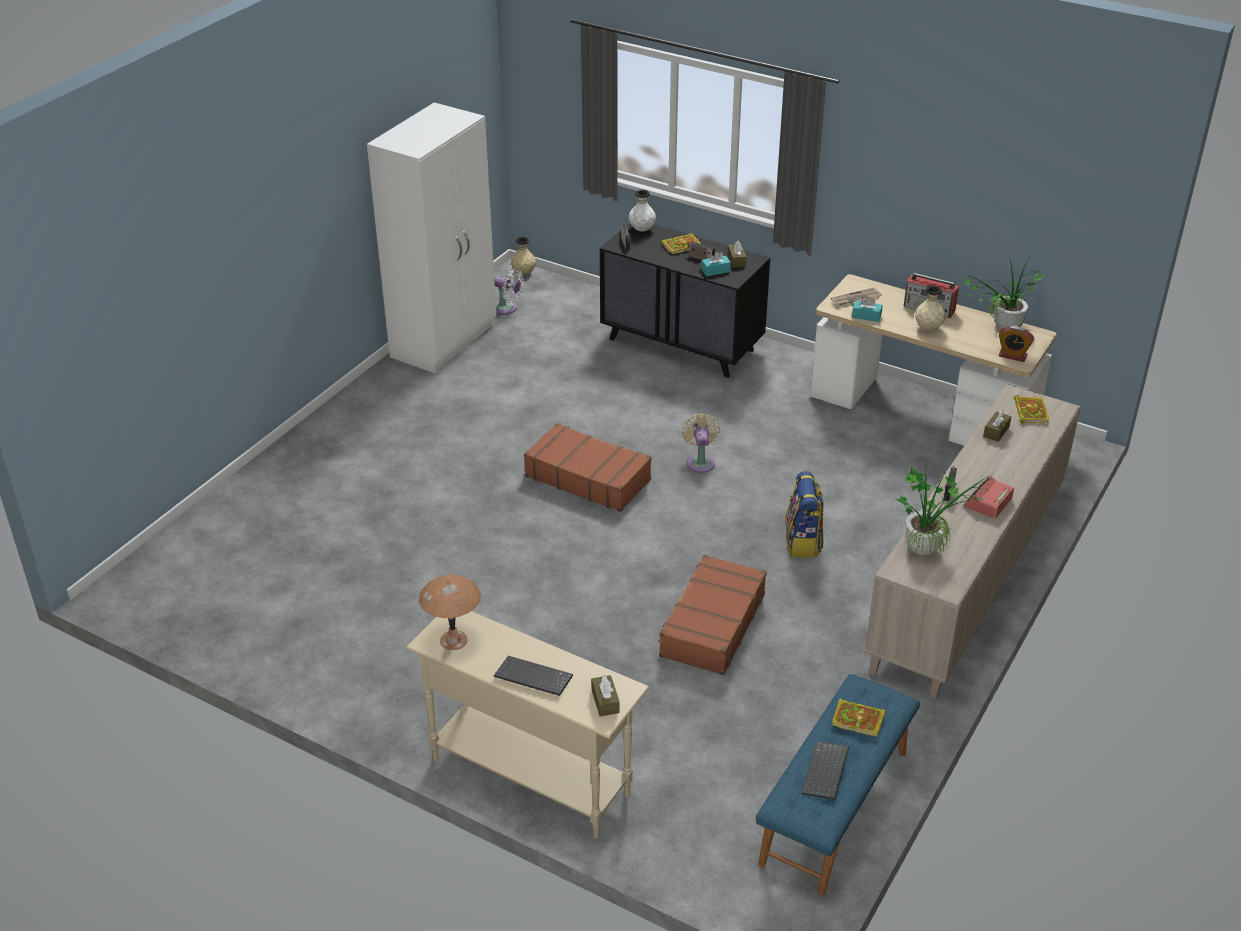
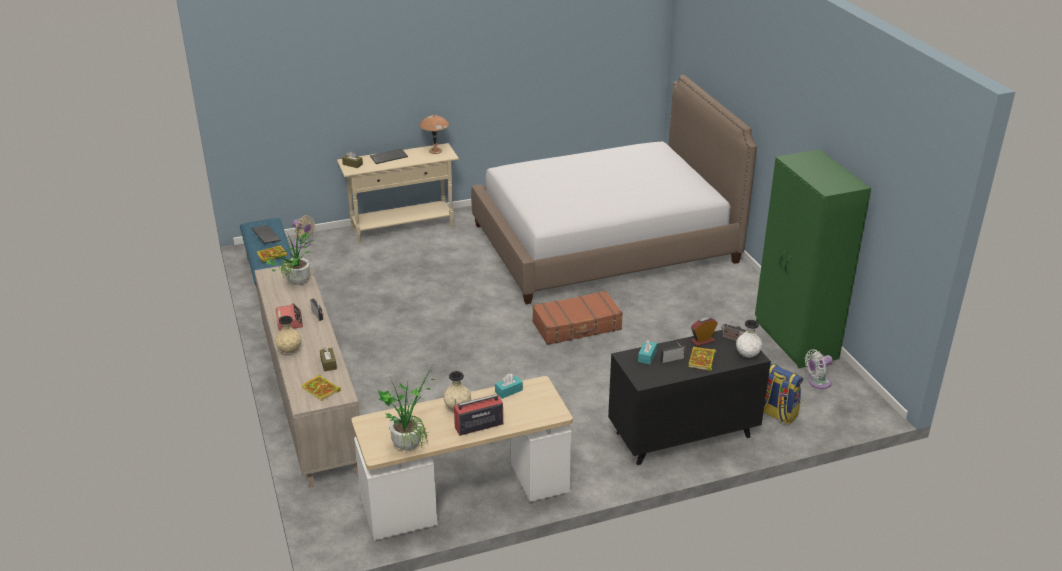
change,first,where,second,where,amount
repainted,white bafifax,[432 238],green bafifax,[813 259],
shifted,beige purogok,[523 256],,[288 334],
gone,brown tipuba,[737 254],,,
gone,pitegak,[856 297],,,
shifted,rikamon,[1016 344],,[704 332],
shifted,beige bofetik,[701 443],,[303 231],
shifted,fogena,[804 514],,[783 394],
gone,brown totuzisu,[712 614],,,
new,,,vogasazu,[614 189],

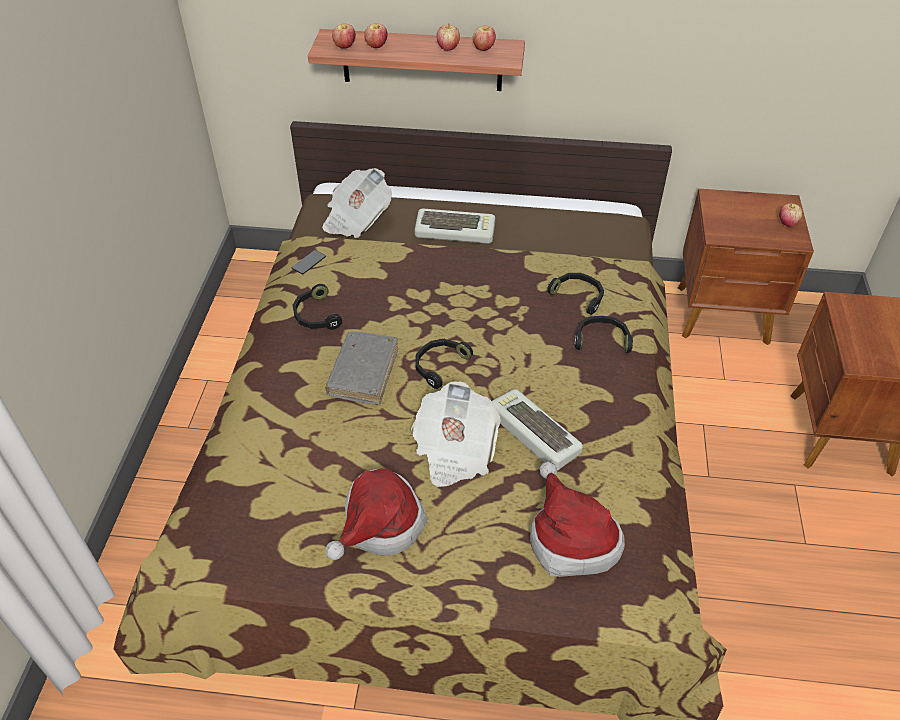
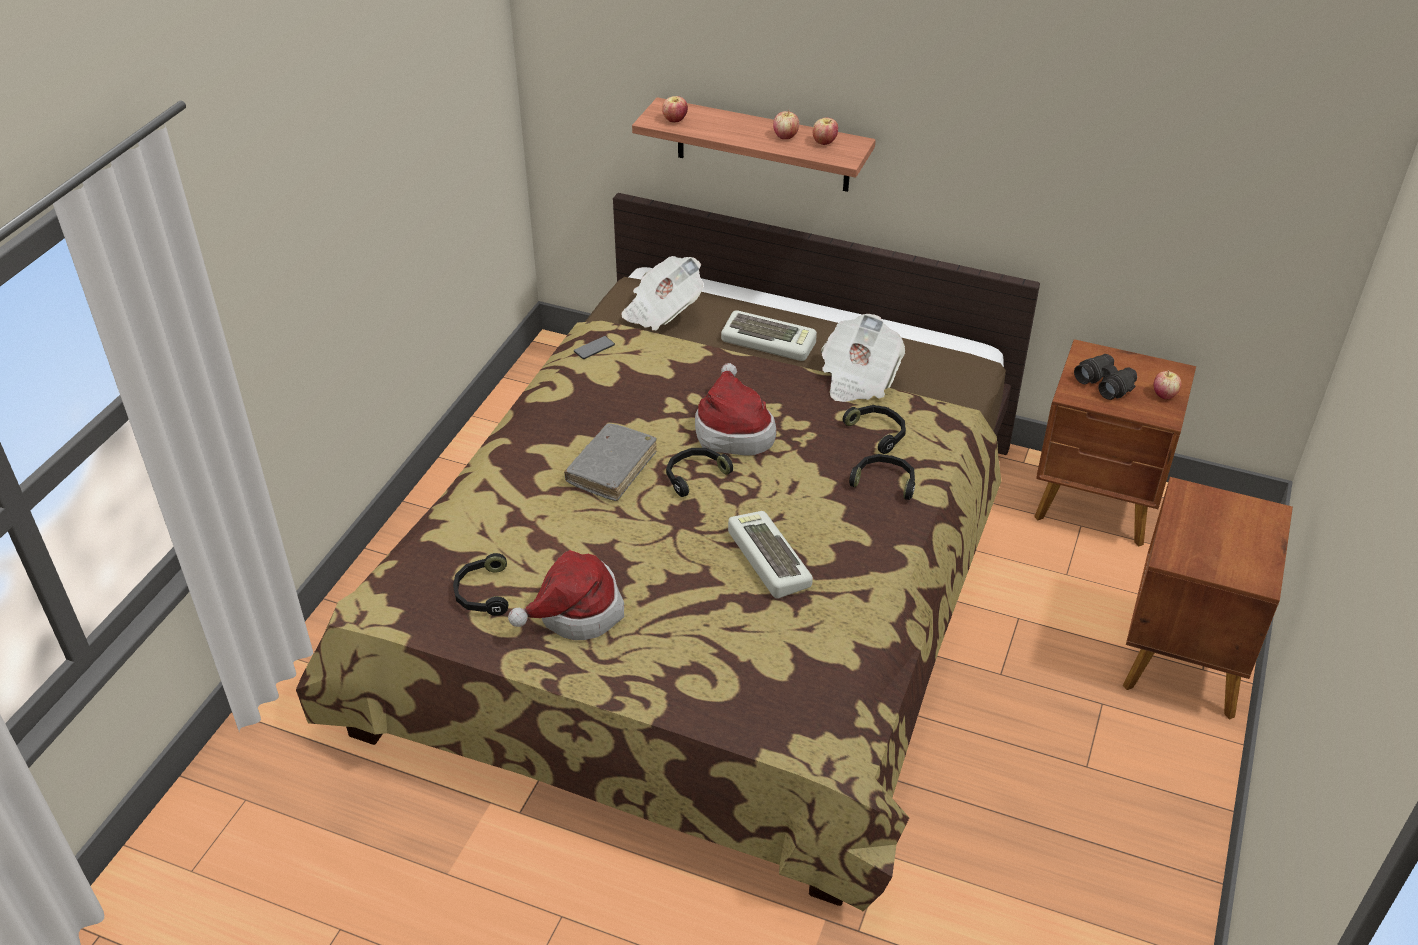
change,first,where,second,where,amount
gone,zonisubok,[376 35],,,
shifted,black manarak,[317 307],,[480 584],
shifted,pitegak,[456 434],,[863 358],
shifted,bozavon,[577 519],,[736 409],
new,,,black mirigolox,[1105 377],

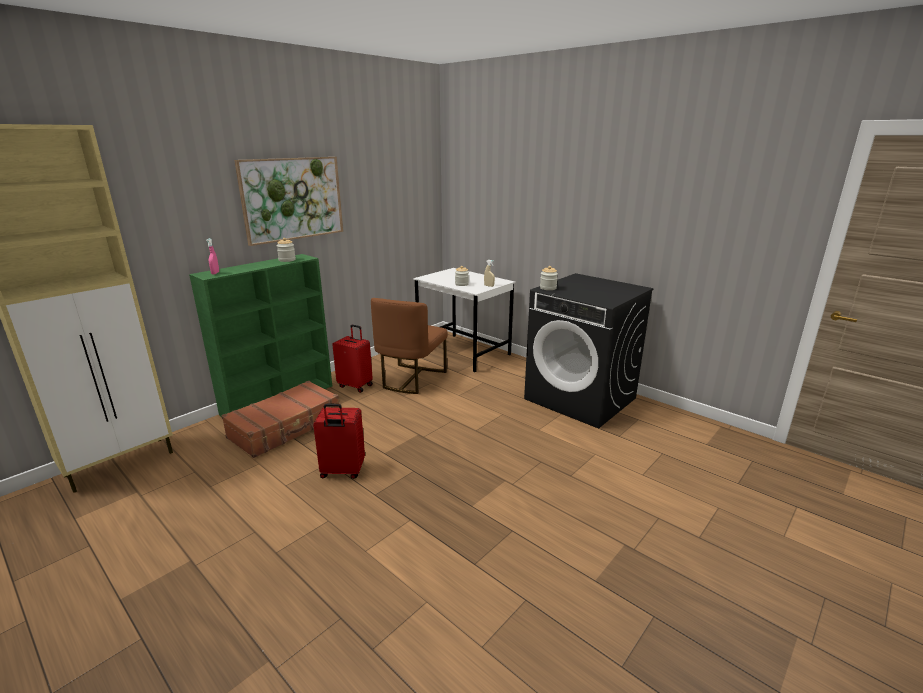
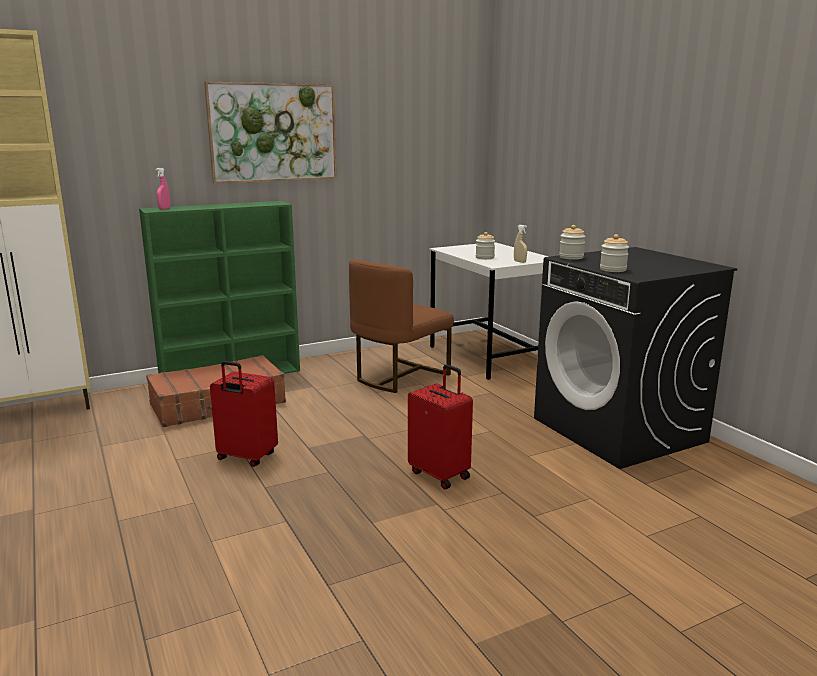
change,first,where,second,where,amount
shifted,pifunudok,[286 250],,[614 253],
shifted,red totuzisu,[352 359],,[440 426],

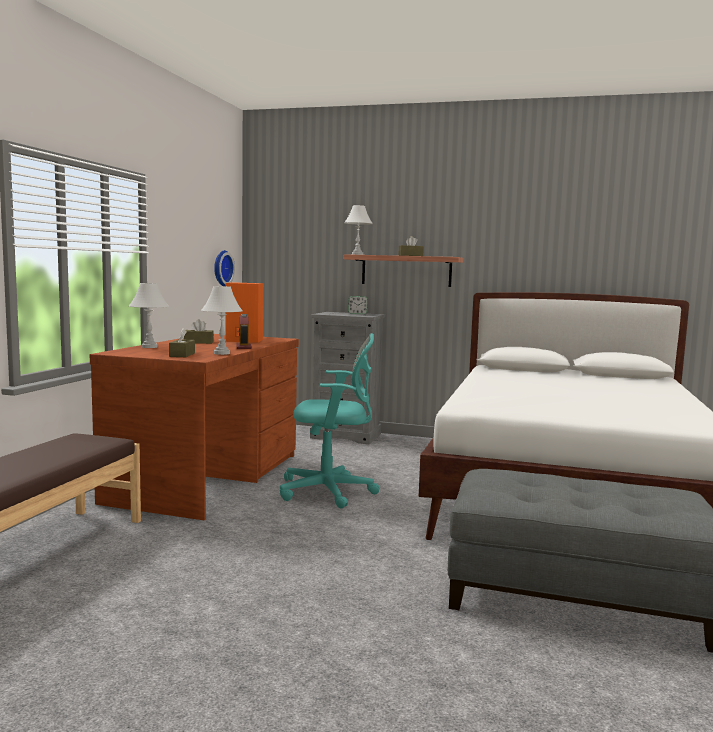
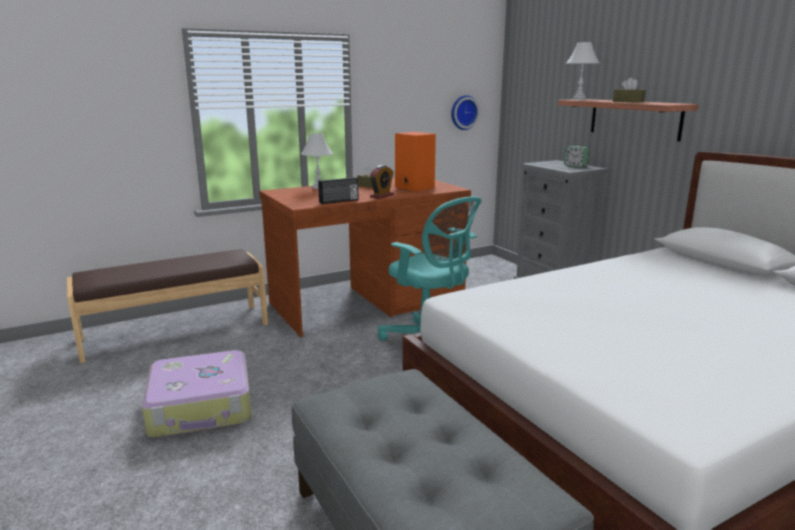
change,first,where,second,where,amount
swapped,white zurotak,[221 320],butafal,[338 190],
gone,brown tipuba,[182 342],,,
new,,,totuzisu,[197 394],

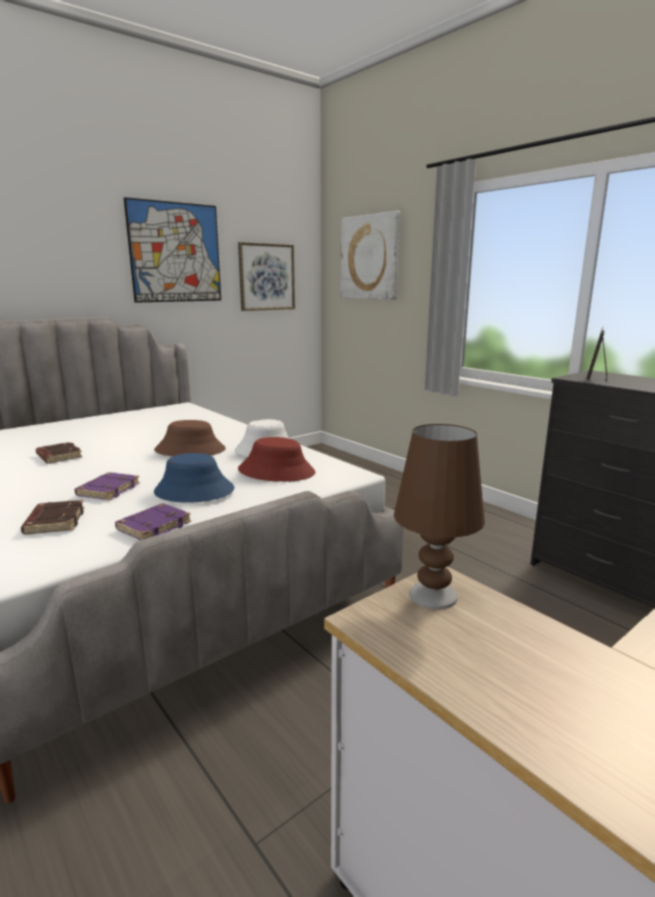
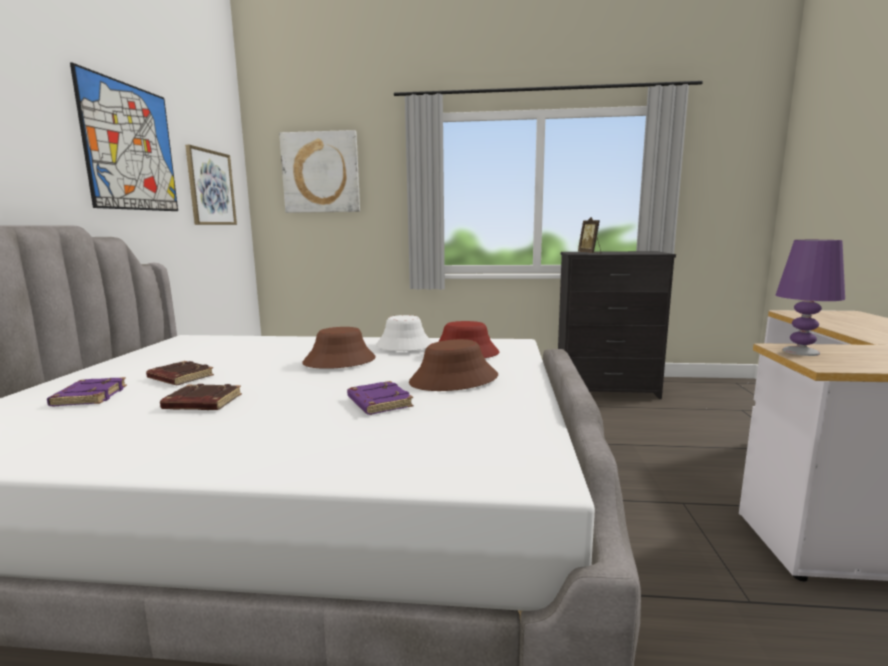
change,first,where,second,where,amount
repainted,brown zurotak,[439 517],purple zurotak,[810 298],
repainted,blue bozavon,[194 478],brown bozavon,[453 365],
shifted,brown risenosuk,[53 517],,[180 373],
shifted,purple risenosuk,[153 521],,[87 391],

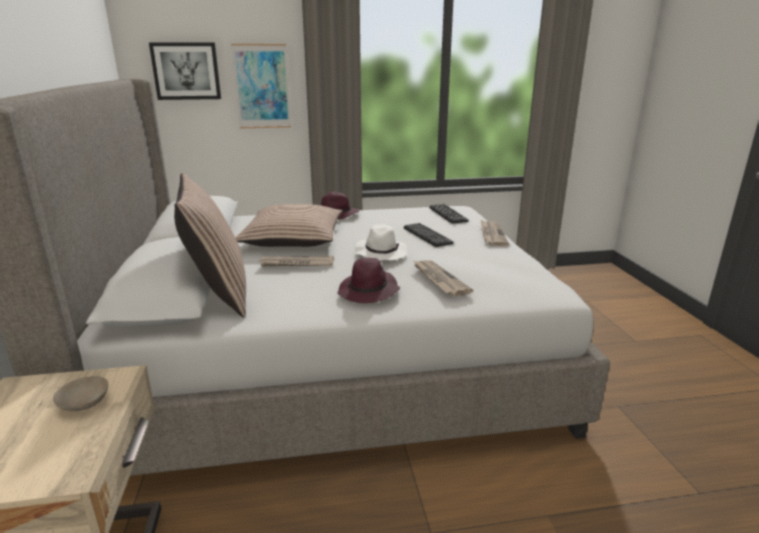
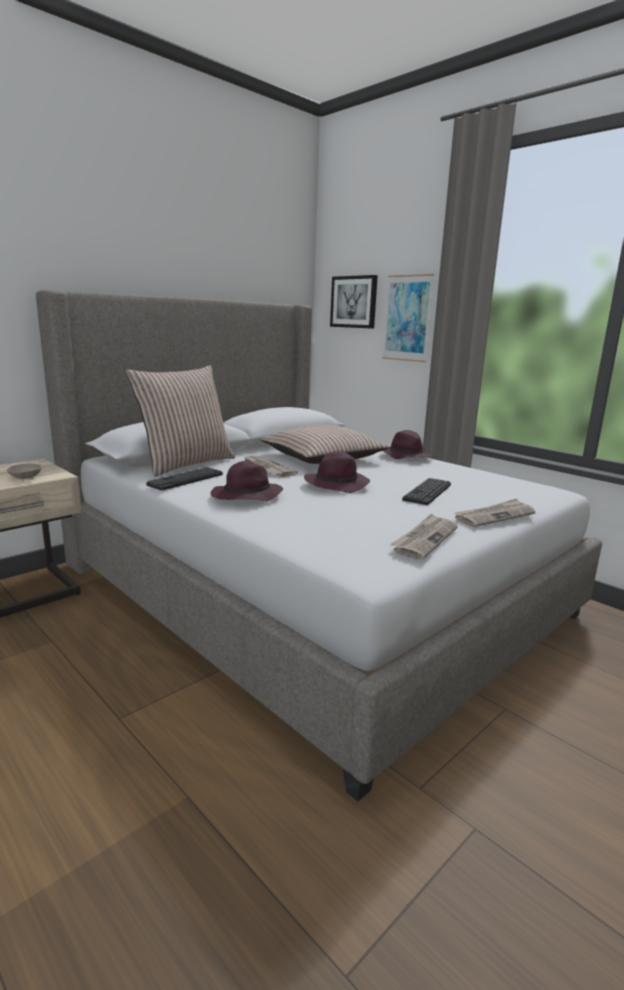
change,first,where,second,where,amount
shifted,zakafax,[449 213],,[184 479],
repainted,white bozavon,[381 242],purple bozavon,[337 472],
shifted,pitegak,[443 278],,[424 536],

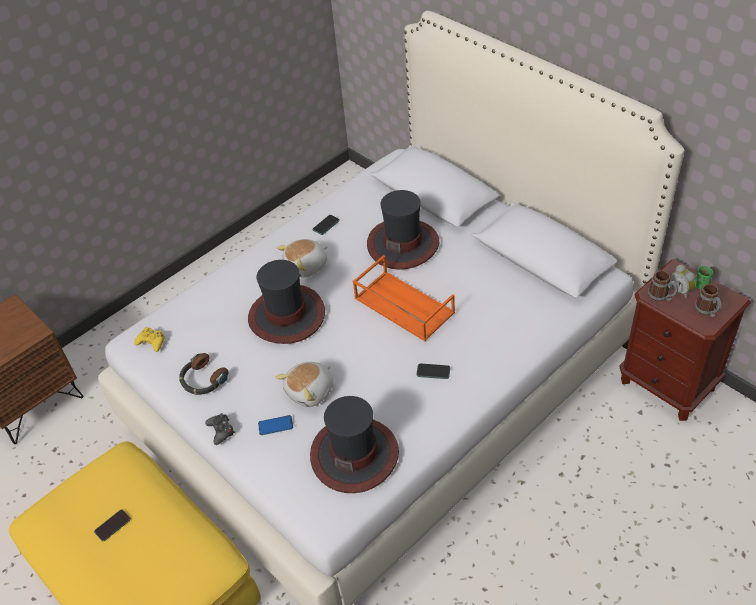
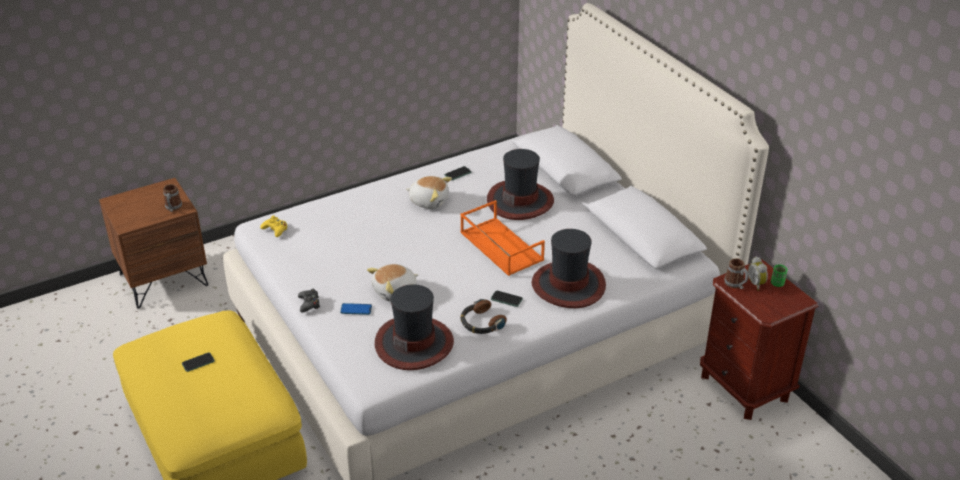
change,first,where,second,where,amount
rotated,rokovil,[302 258],,[429 192],135 degrees counterclockwise
shifted,bozavon,[286 302],,[569 268],
shifted,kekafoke,[708 300],,[172 198],
shifted,manarak,[203 374],,[484 316],

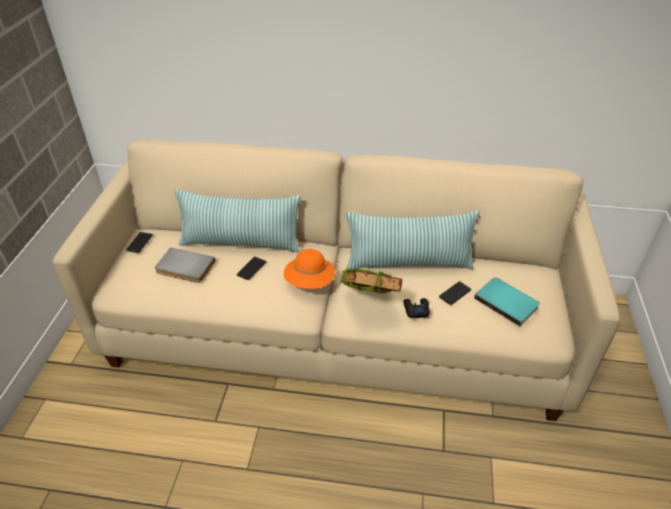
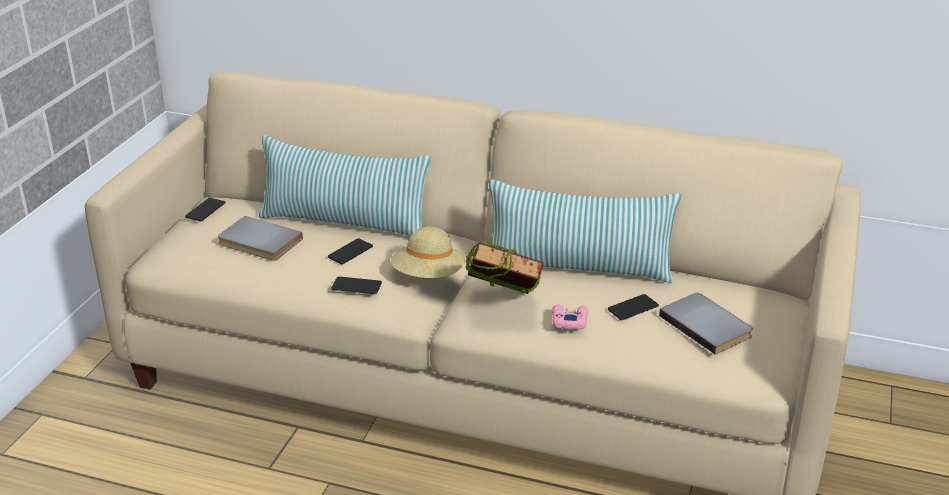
change,first,where,second,where,amount
repainted,orange bozavon,[309 269],beige bozavon,[428 252],
repainted,turquoise risenosuk,[507 301],grey risenosuk,[706 324],
repainted,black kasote,[416 308],pink kasote,[570 317],
new,,,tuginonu,[356 285],

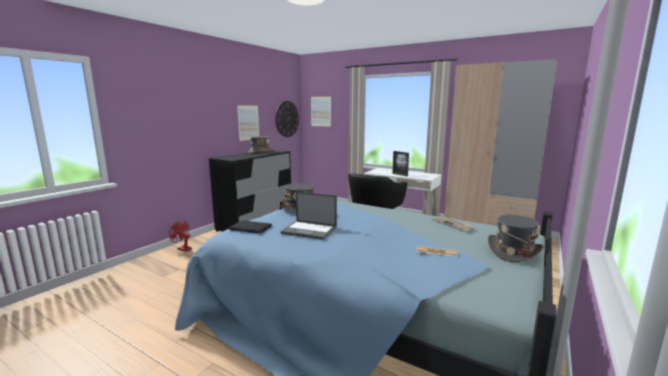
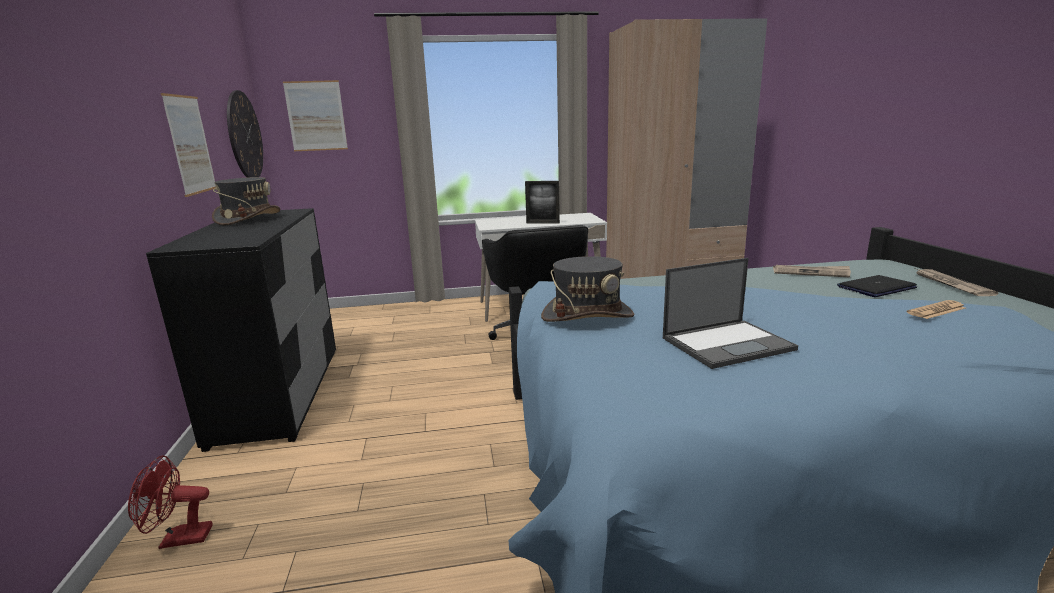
change,first,where,second,where,amount
swapped,grey bozavon,[516 238],pitegak,[957 282],
shifted,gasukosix,[250 227],,[877 286],

